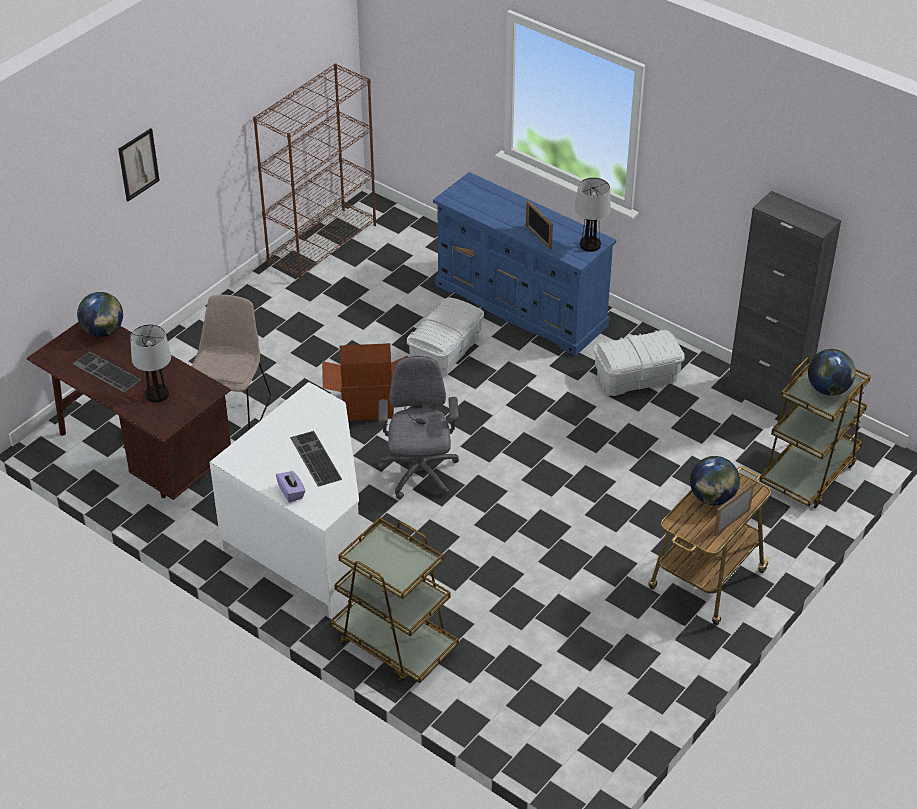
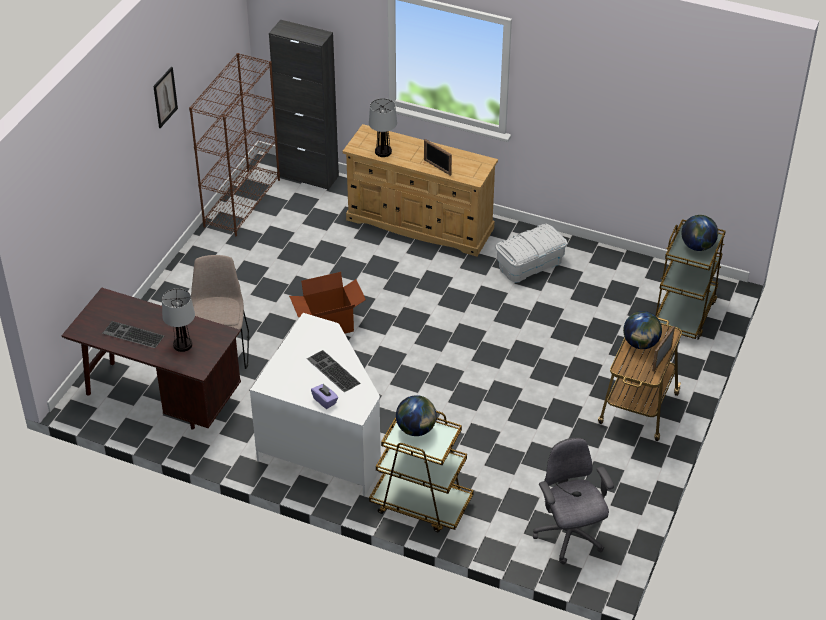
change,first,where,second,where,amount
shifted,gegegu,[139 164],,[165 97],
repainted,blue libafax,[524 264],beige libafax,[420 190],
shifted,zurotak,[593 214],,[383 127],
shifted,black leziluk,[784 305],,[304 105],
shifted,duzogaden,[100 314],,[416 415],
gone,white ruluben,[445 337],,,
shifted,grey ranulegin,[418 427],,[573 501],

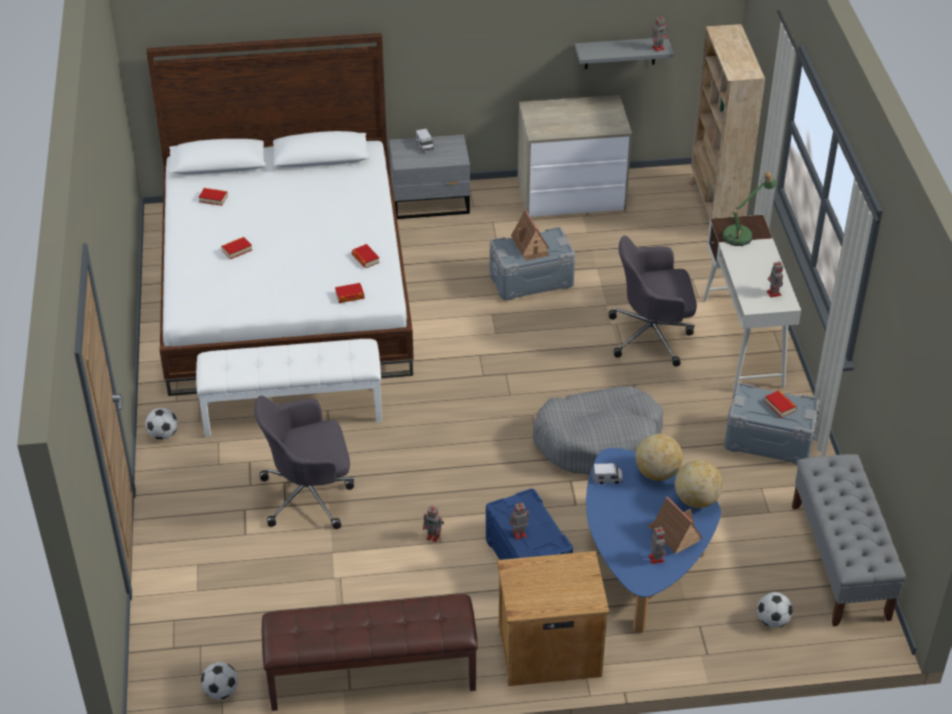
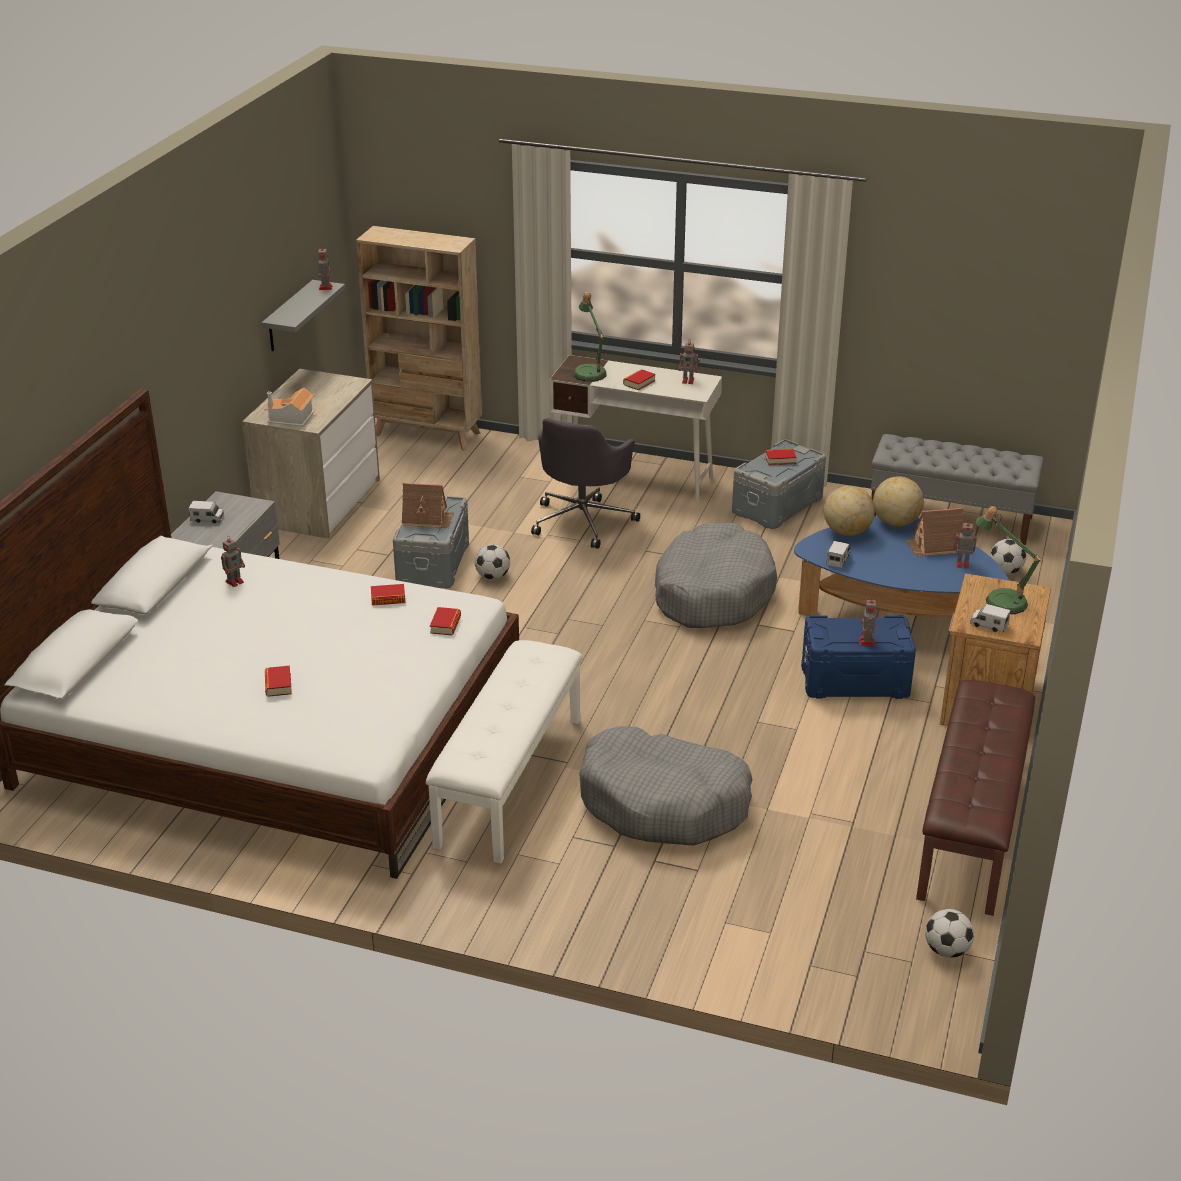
change,first,where,second,where,amount
shifted,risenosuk,[213 197],,[639 379],
swapped,grey ranulegin,[304 462],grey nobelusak,[666 786],
shifted,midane,[161 424],,[492 562],
shifted,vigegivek,[433 523],,[233 561],
new,,,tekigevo,[289 406],
new,,,zurotak,[1009 560],
new,,,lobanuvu,[990 618],

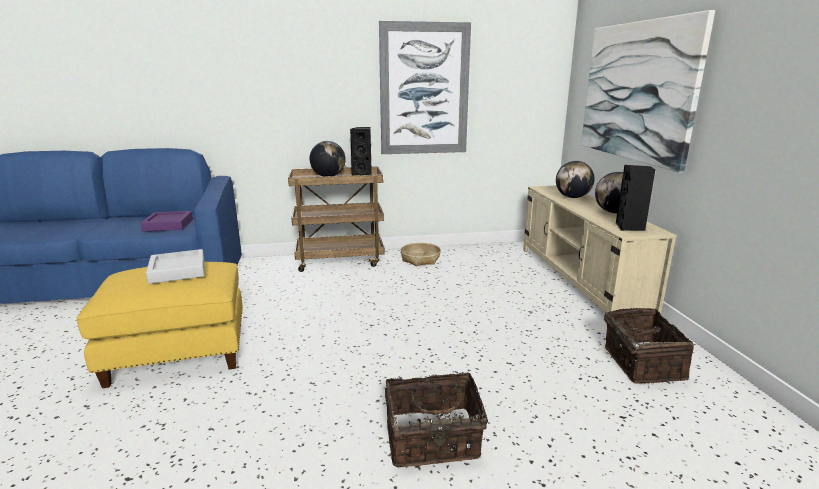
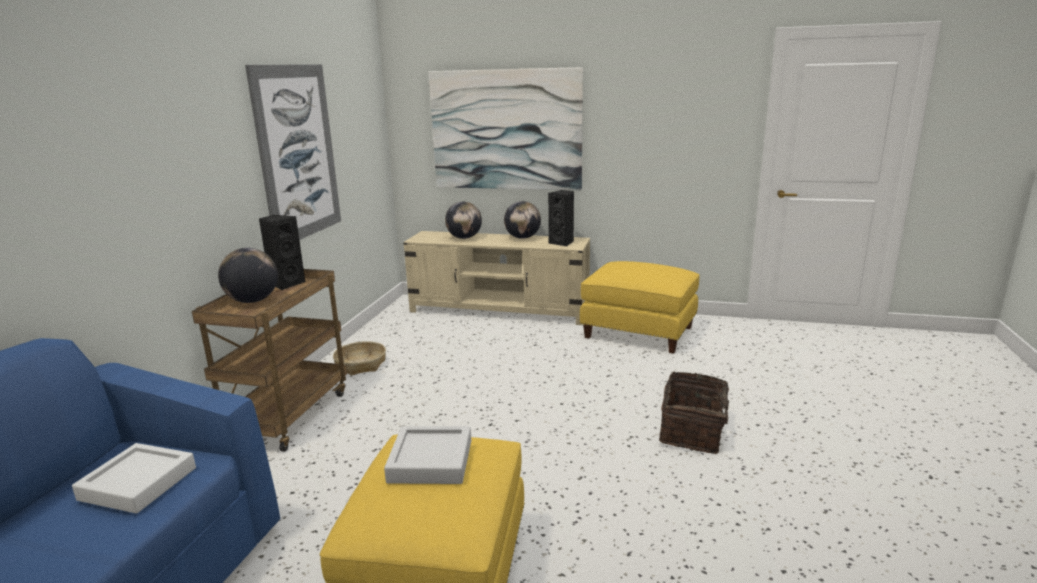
change,first,where,second,where,amount
repainted,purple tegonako,[167 221],white tegonako,[134 478],
swapped,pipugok,[649 346],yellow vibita,[639 307],

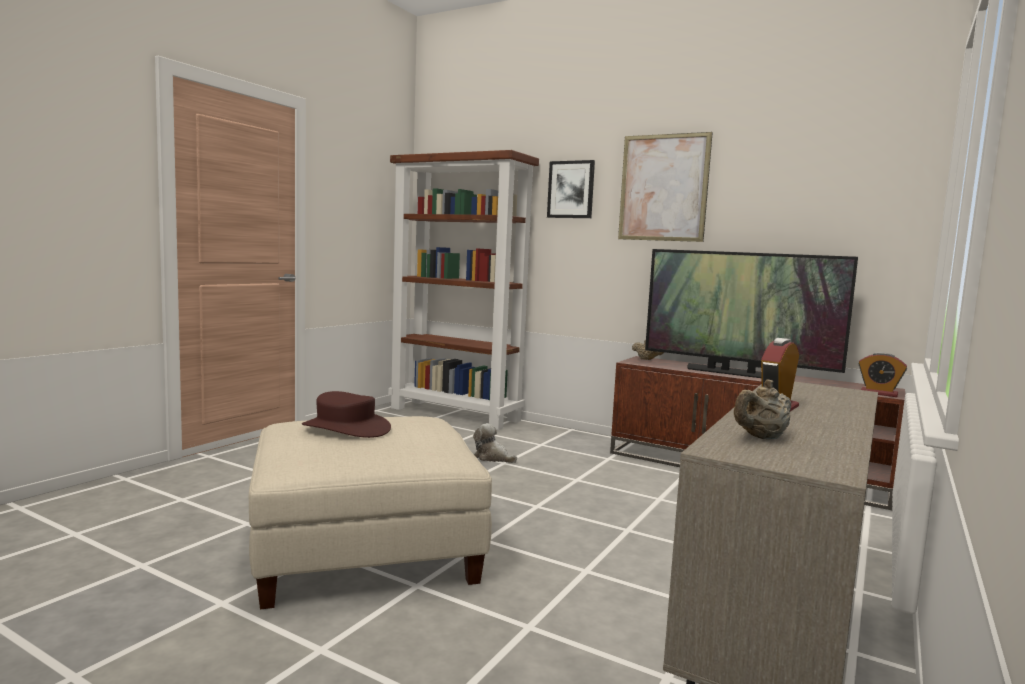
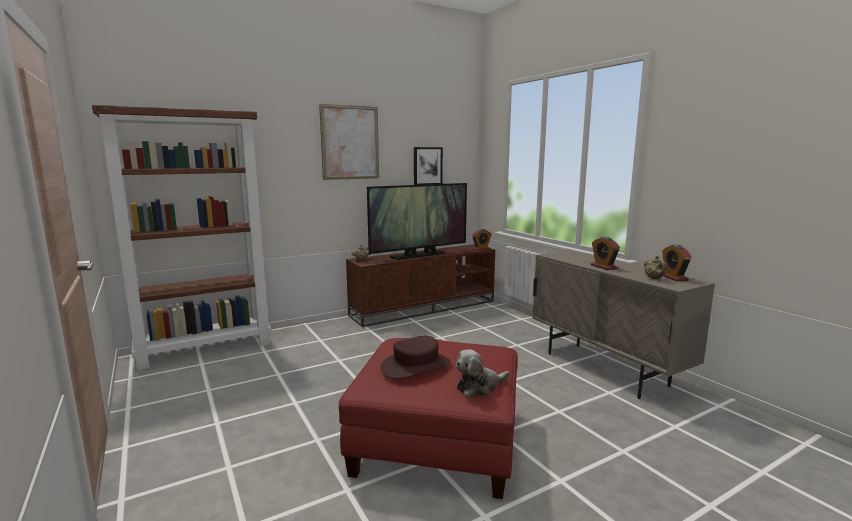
change,first,where,second,where,amount
shifted,gegegu,[571 189],,[428 166],
repainted,beige vibita,[370 512],red vibita,[428 418],
shifted,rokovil,[495 443],,[482 373],
new,,,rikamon,[677 263],

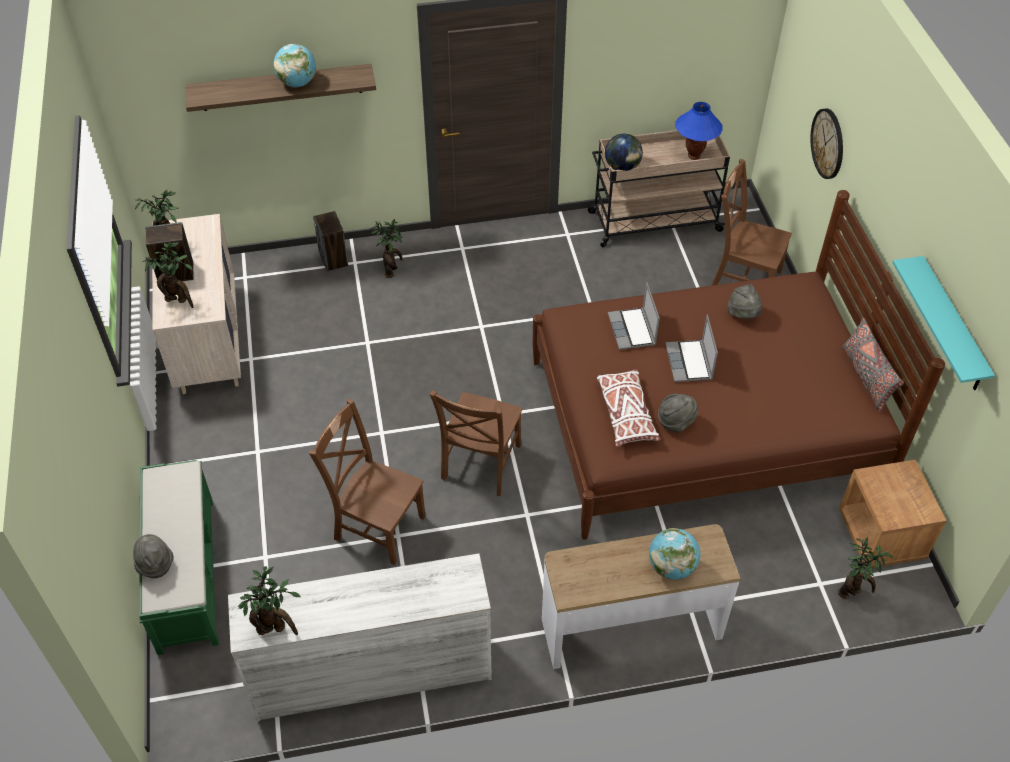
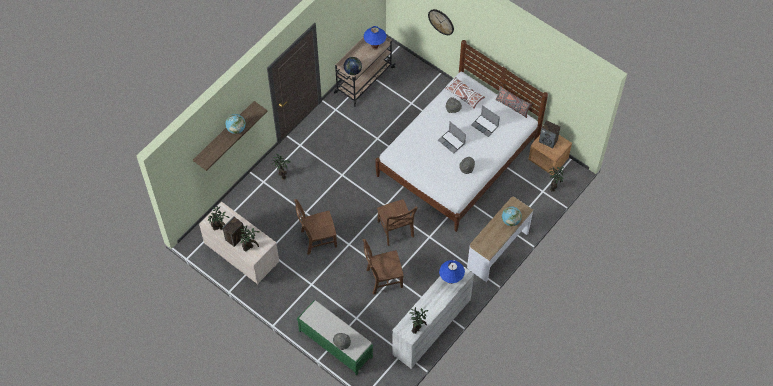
change,first,where,second,where,amount
shifted,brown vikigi,[751 222],,[315 227],
repainted,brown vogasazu,[739 365],white vogasazu,[461 136],
shifted,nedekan,[330 241],,[550 134],
gone,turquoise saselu,[943 323],,,
shifted,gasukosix,[634 316],,[485 121],
shifted,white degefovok,[628 407],,[465 93],
new,,,blue zurotak,[452 272],

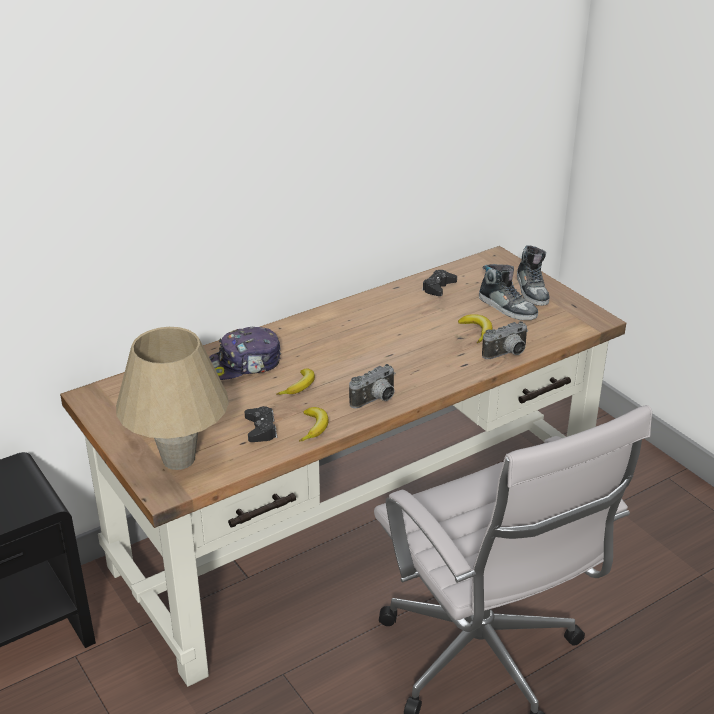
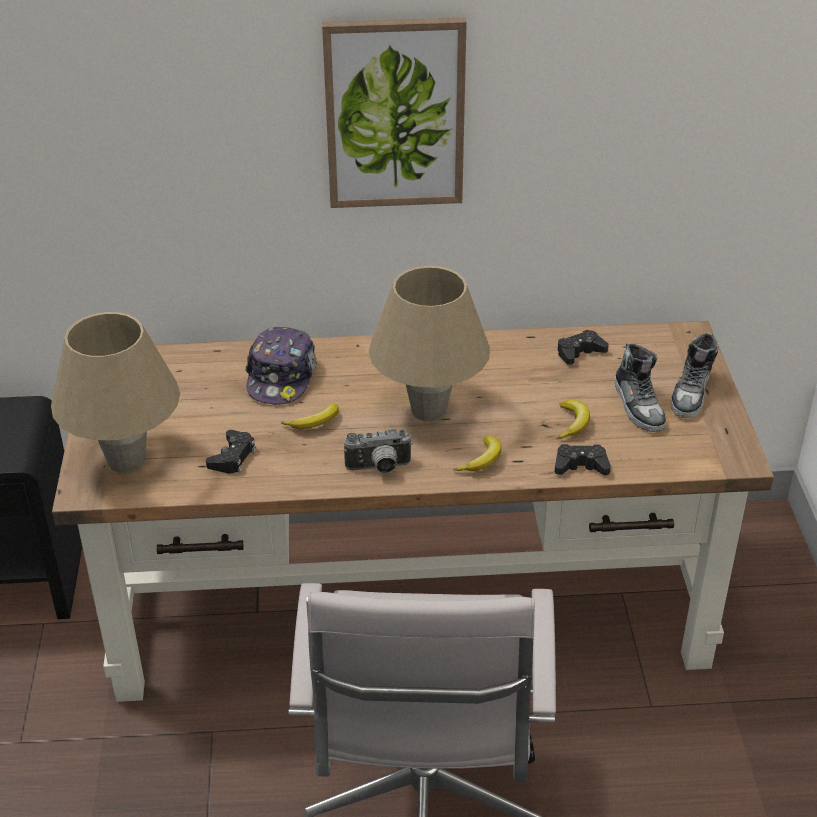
change,first,where,second,where,amount
swapped,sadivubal,[505 340],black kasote,[582 459],
rotated,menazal,[245 353],,[281 366],90 degrees counterclockwise
shifted,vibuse,[314 424],,[477 453],
new,,,gegegu,[394 113],
new,,,beige zurotak,[429 344],

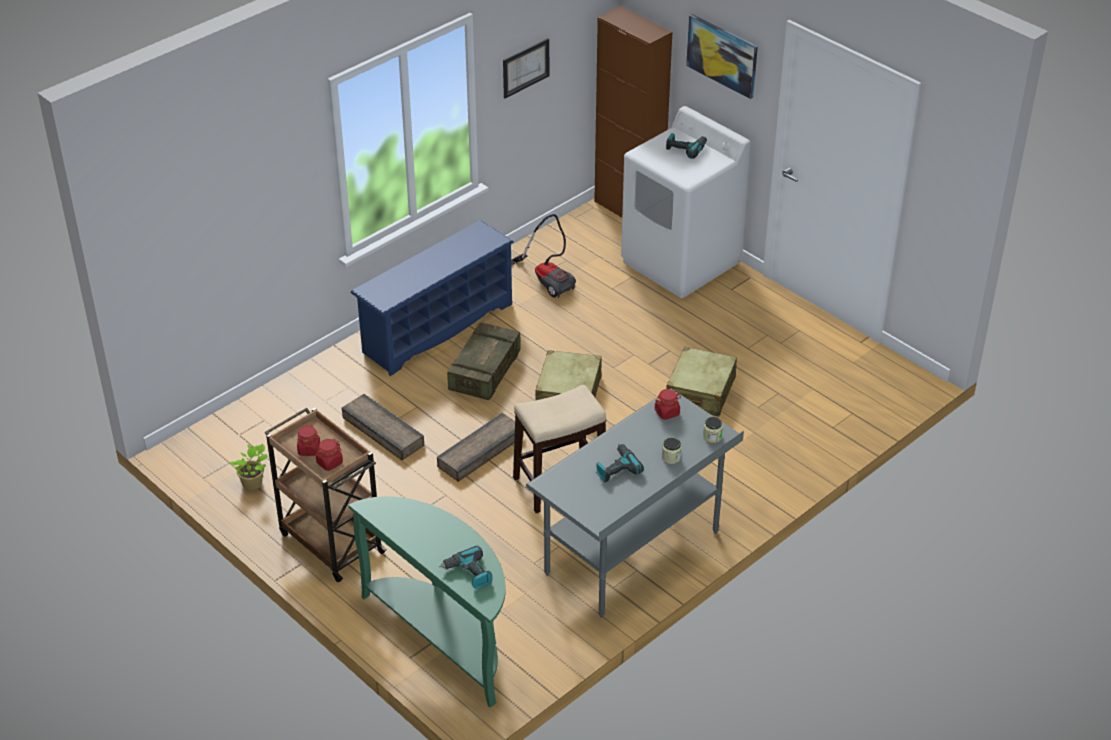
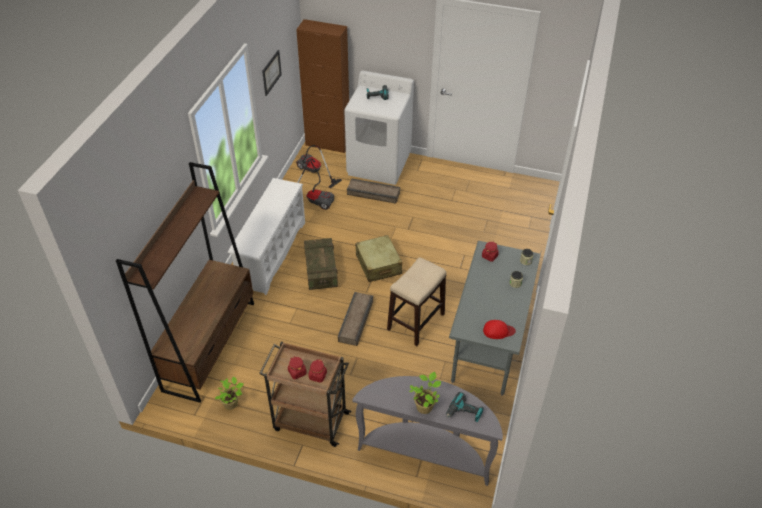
change,first,where,second,where,amount
gone,gegegu,[722 56],,,
repainted,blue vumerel,[432 298],white vumerel,[266 236],
gone,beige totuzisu,[701 382],,,
shifted,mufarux,[382 427],,[373 191],
gone,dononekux,[620 463],,,
repainted,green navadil,[427 602],grey navadil,[427 431],
new,,,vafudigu,[319 167],
new,,,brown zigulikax,[185 282],
new,,,red menazal,[499 329],
new,,,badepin,[425 393],

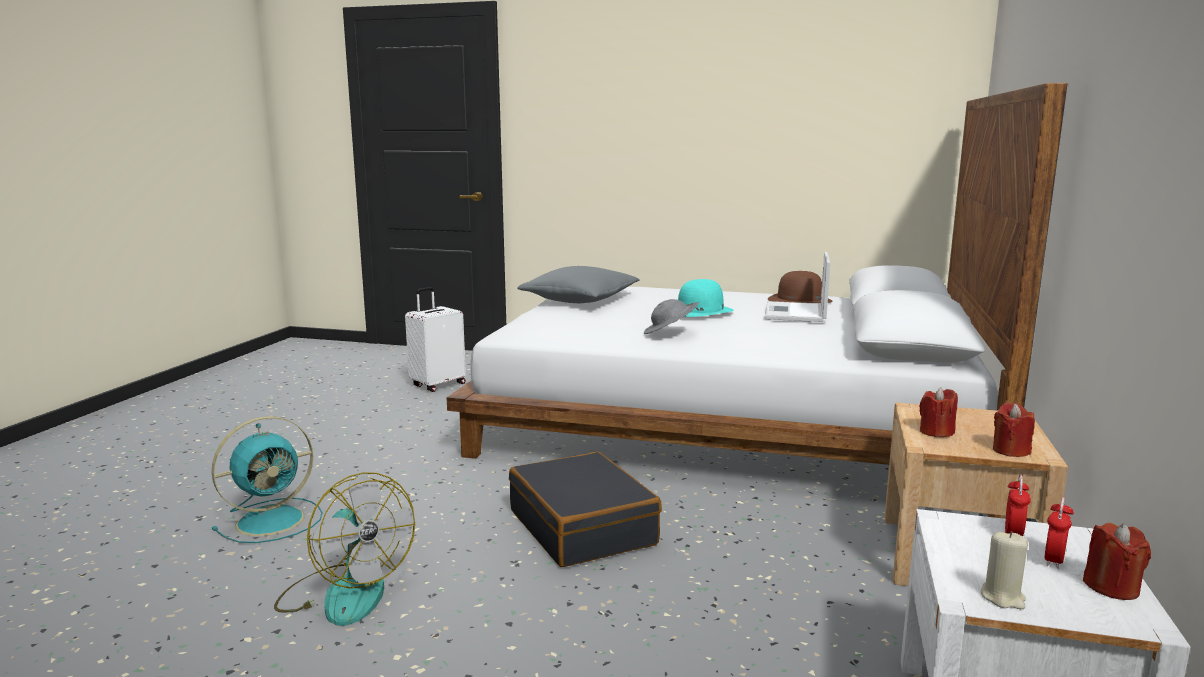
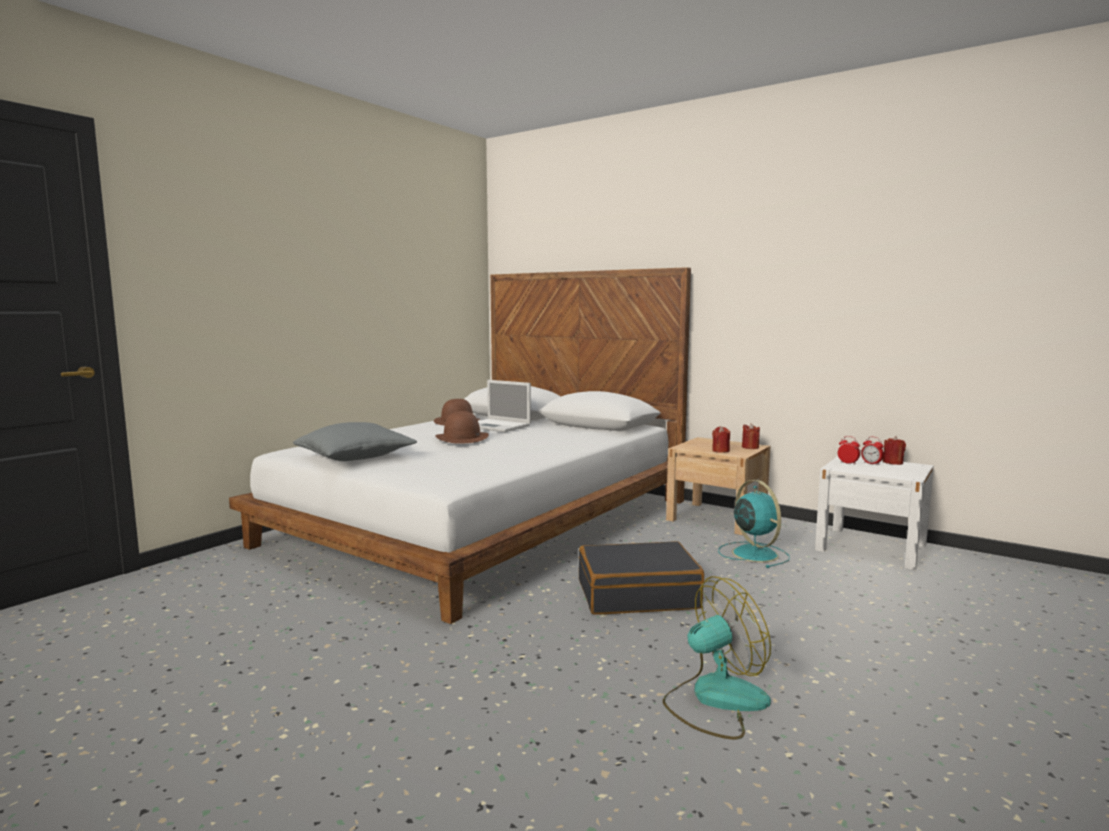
change,first,where,second,where,amount
repainted,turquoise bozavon,[706 298],brown bozavon,[462 427],
gone,white totuzisu,[435 339],,,
gone,grey bozavon,[671 316],,,
shifted,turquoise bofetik,[267 479],,[754 524],
gone,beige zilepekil,[1004 570],,,

